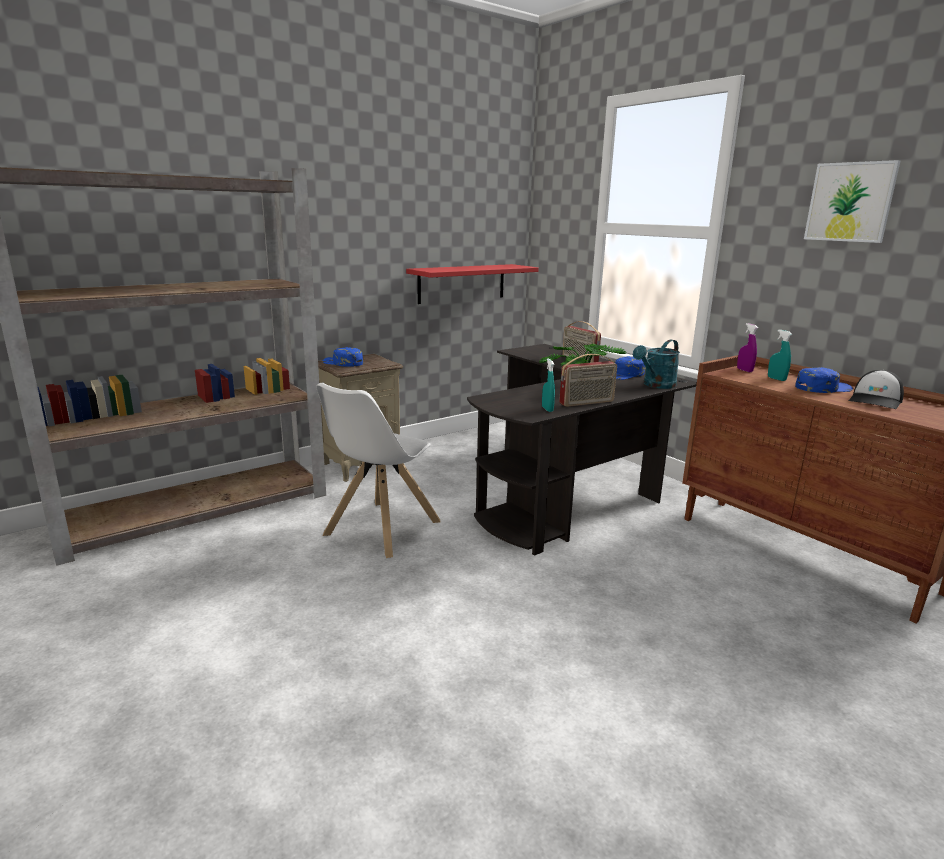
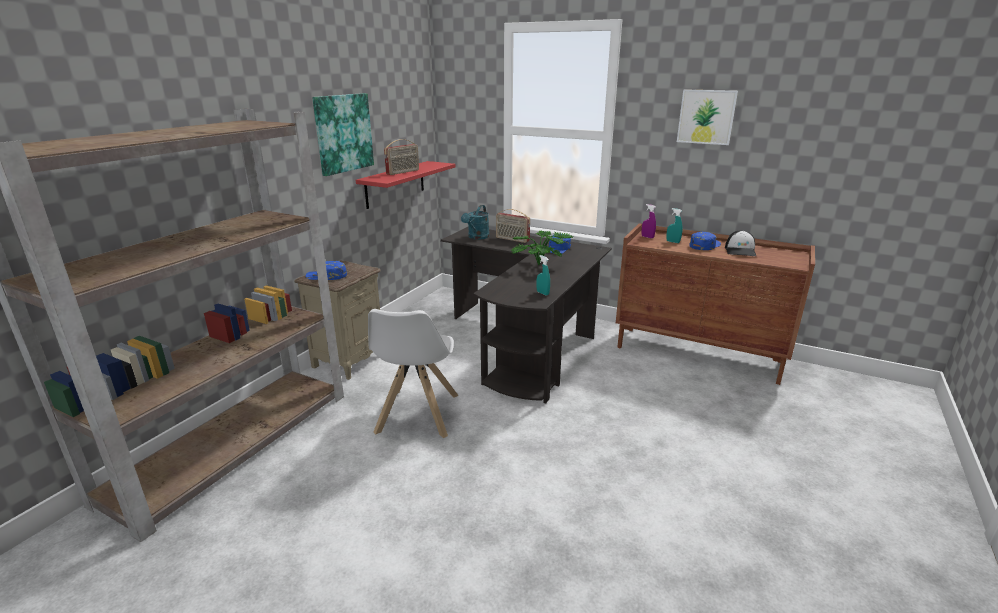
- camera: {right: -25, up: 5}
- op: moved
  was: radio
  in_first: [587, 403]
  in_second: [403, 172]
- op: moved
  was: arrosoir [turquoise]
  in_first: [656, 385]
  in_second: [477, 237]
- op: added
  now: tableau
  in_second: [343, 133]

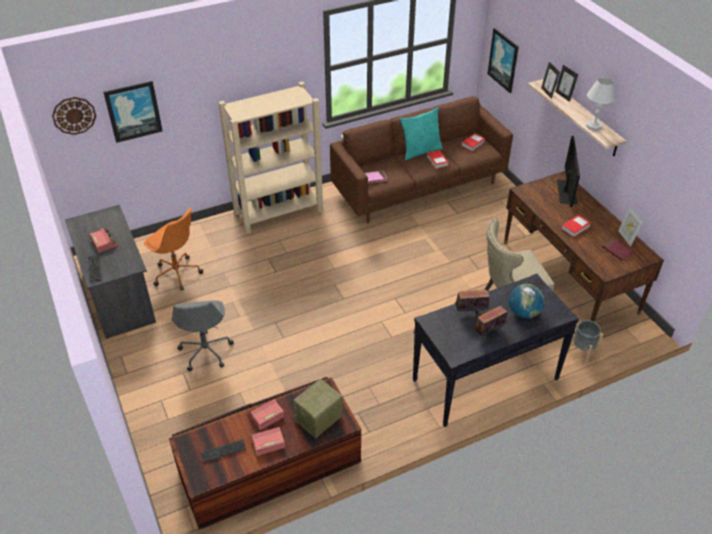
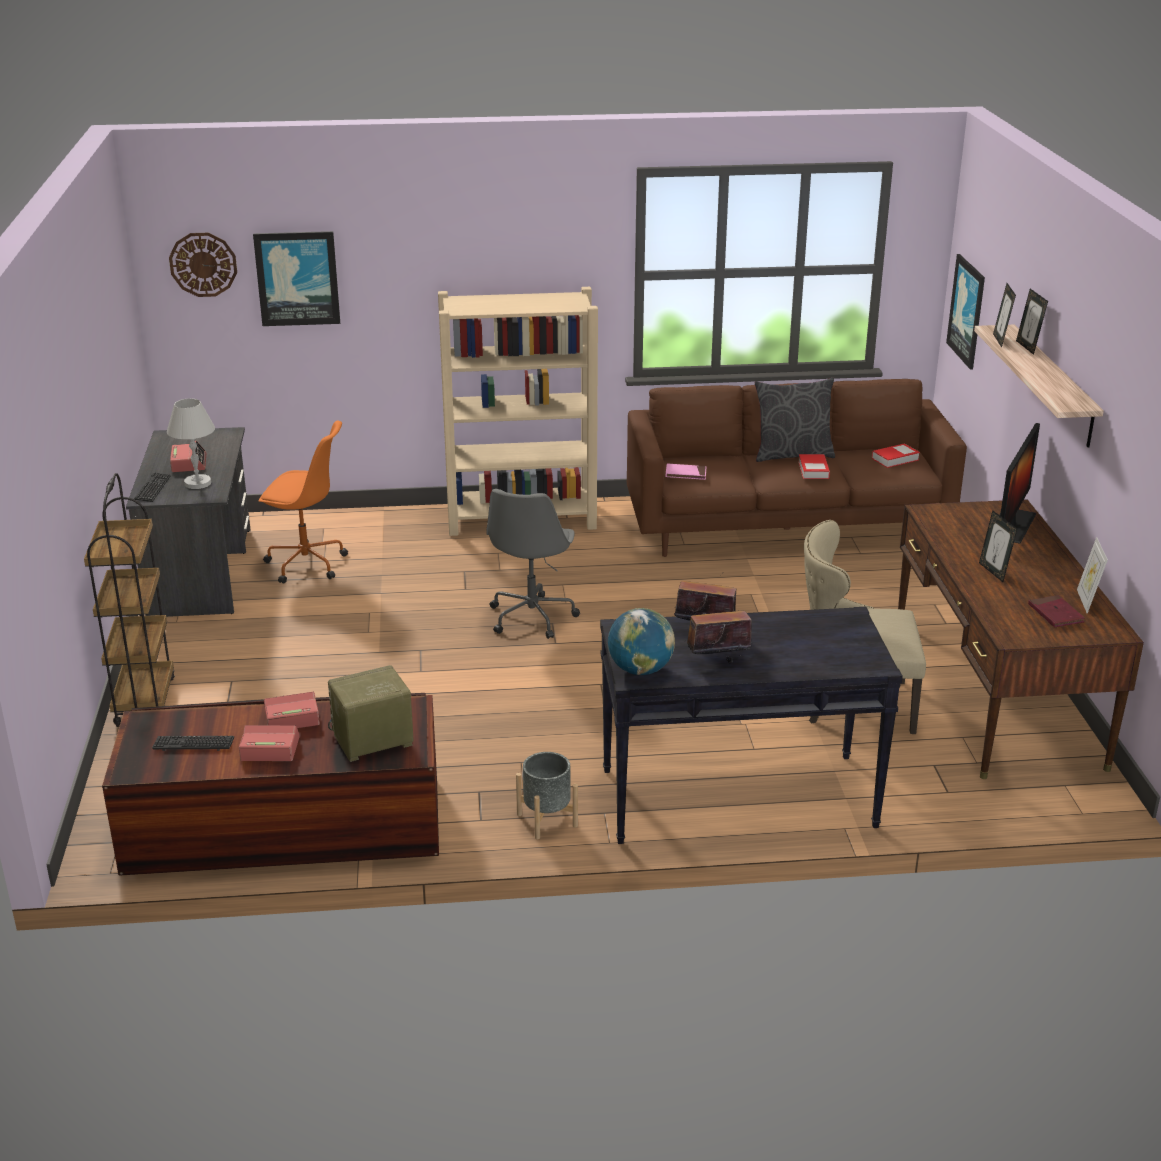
- camera: {right: 20, up: -15}
- op: turned
  was: chaise de bureau [orange]
  in_first: [178, 274]
  in_second: [308, 564]
  clockwise: -45
- op: moved
  was: chaise de bureau [gris]
  in_first: [205, 353]
  in_second: [531, 619]
- op: recoloured
  was: coussin [turquoise]
  now: coussin [gris]
  in_first: [420, 151]
  in_second: [792, 454]
- op: moved
  was: globe
  in_first: [523, 313]
  in_second: [640, 670]
- op: replaced
  was: livre
  now: cadre photo
  in_first: [575, 227]
  in_second: [994, 572]
- op: moved
  was: cache-pot [gris]
  in_first: [582, 350]
  in_second: [547, 820]
- op: moved
  was: lampe de table [blanc]
  in_first: [594, 126]
  in_second: [198, 483]
- op: added
  now: chariot [marron]
  in_second: [144, 703]

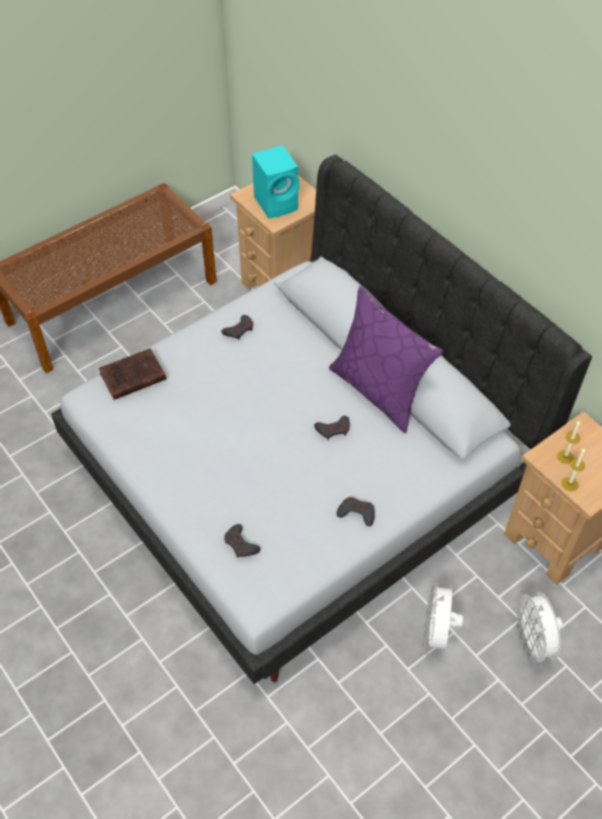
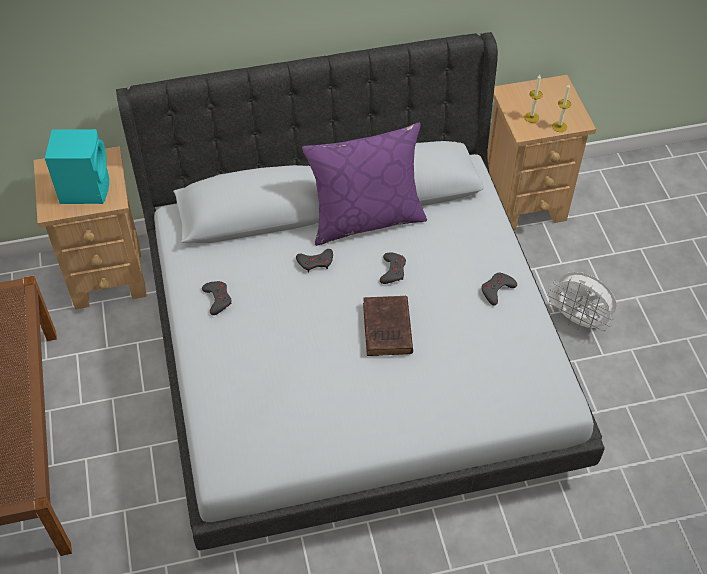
- camera: {right: -65, up: 0}
- op: moved
  was: livre [marron]
  in_first: [131, 377]
  in_second: [387, 330]
- op: moved
  was: manette [gris]
  in_first: [241, 544]
  in_second: [315, 262]
- op: removed
  was: ventilateur [blanc]
  in_first: [532, 643]

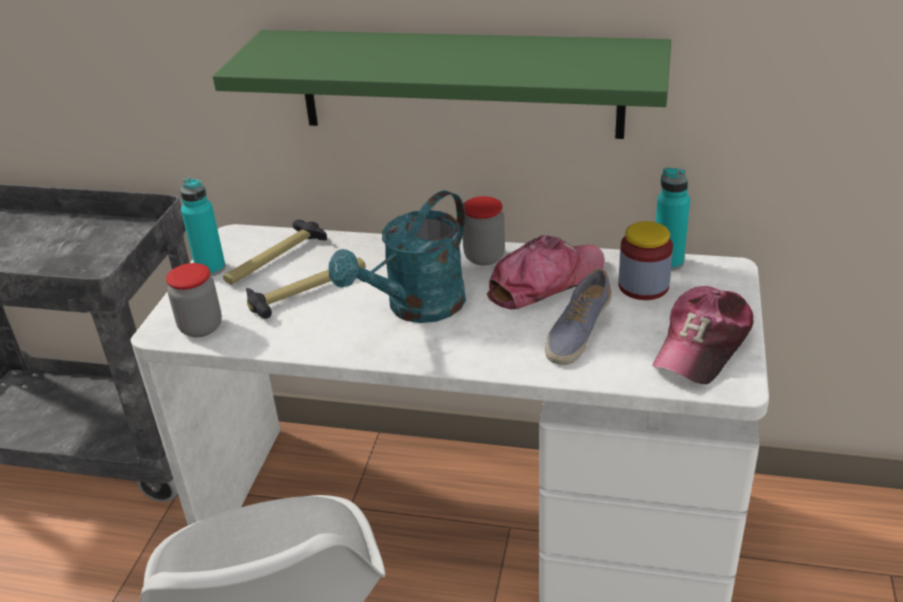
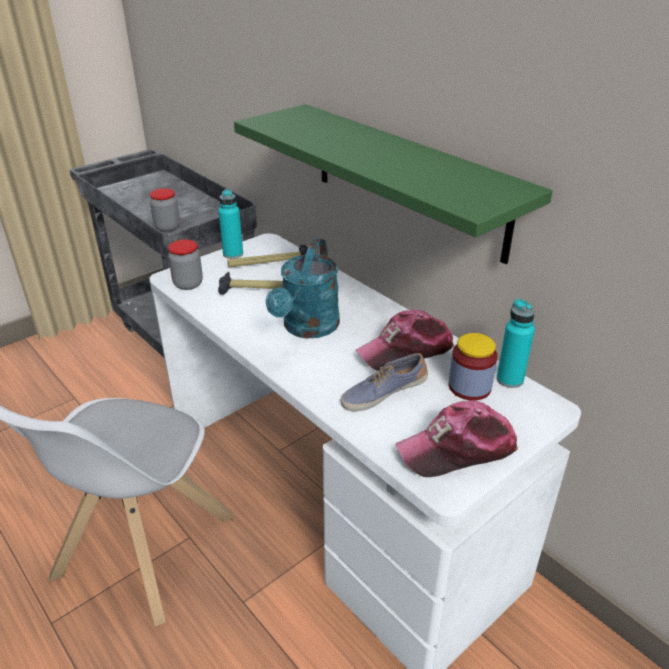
- camera: {right: 35, up: 0}
- op: turned
  was: arrosoir [turquoise]
  in_first: [416, 308]
  in_second: [307, 328]
  clockwise: -60
- op: moved
  was: bocal
  in_first: [484, 257]
  in_second: [167, 227]
- op: turned
  was: casquette
  in_first: [545, 282]
  in_second: [406, 351]
  clockwise: 150

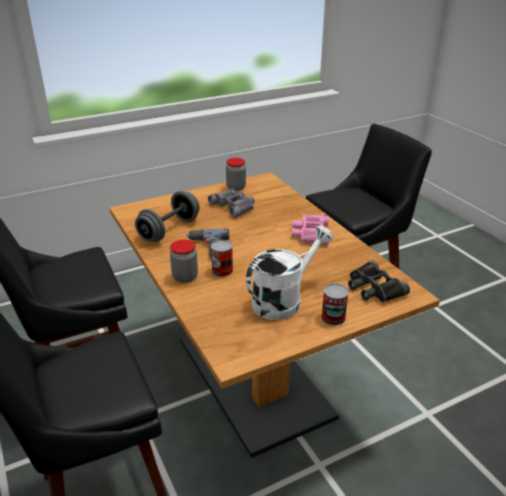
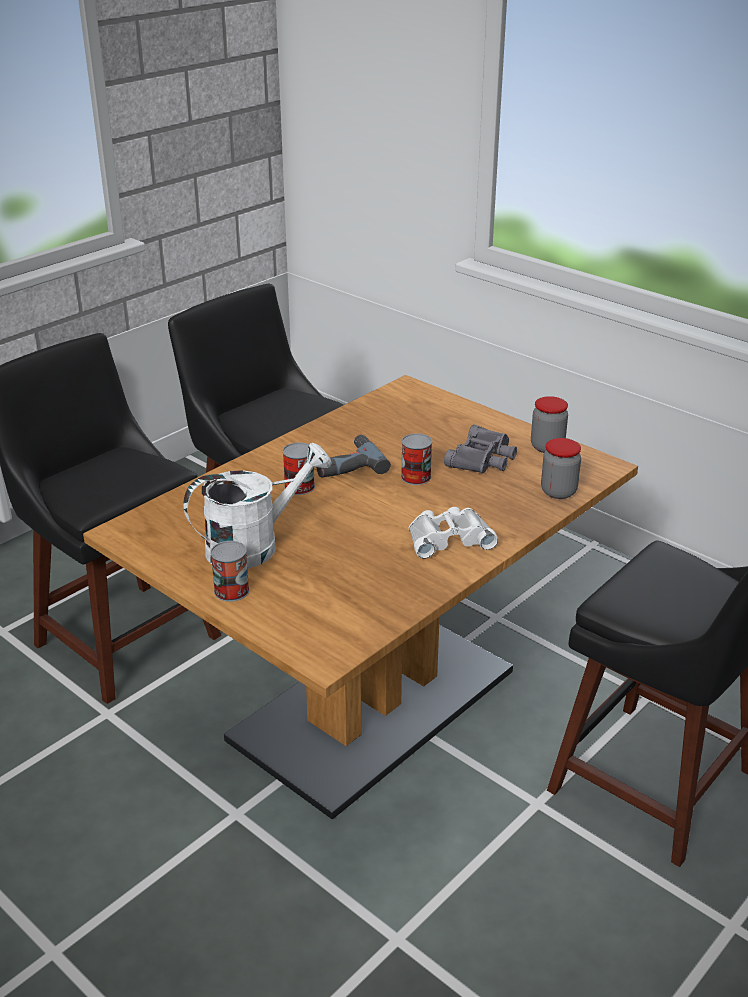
- camera: {right: 70, up: 0}
- op: removed
  was: haltère [gris]
  in_first: [169, 230]
- op: moved
  was: bocal
  in_first: [185, 277]
  in_second: [558, 491]
- op: turned
  was: arrosoir [blanc]
  in_first: [283, 300]
  in_second: [254, 545]
  clockwise: -60
- op: recoloured
  was: jumelles [rose]
  now: jumelles [blanc]
  in_first: [310, 233]
  in_second: [448, 538]
- op: removed
  was: jumelles [noir]
  in_first: [374, 288]
- op: added
  now: boîte métallique
  in_second: [416, 477]

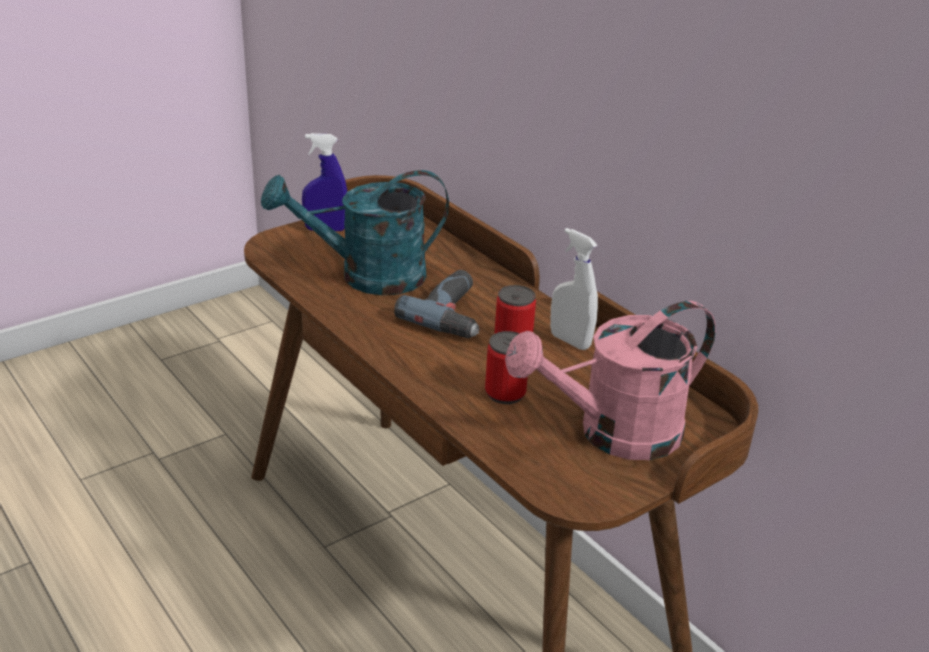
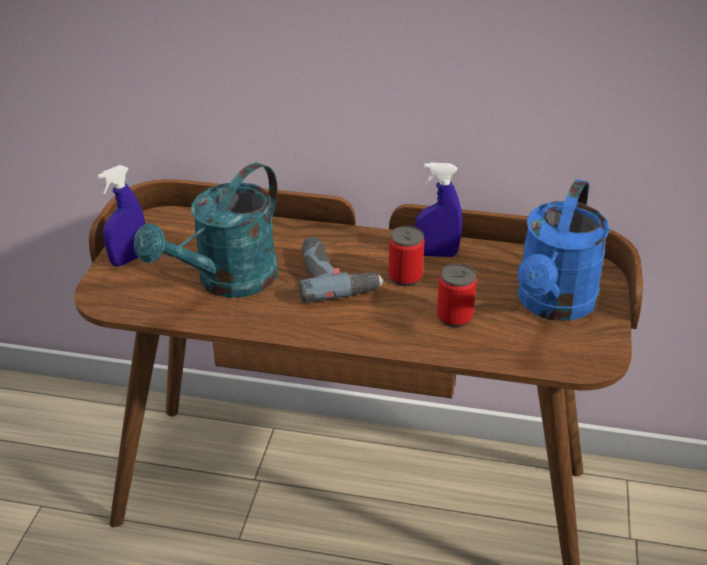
- camera: {right: -40, up: 5}
- op: recoloured
  was: arrosoir [rose]
  now: arrosoir [bleu]
  in_first: [614, 434]
  in_second: [553, 305]
- op: recoloured
  was: vaporisateur [blanc]
  now: vaporisateur [bleu]
  in_first: [570, 341]
  in_second: [436, 254]

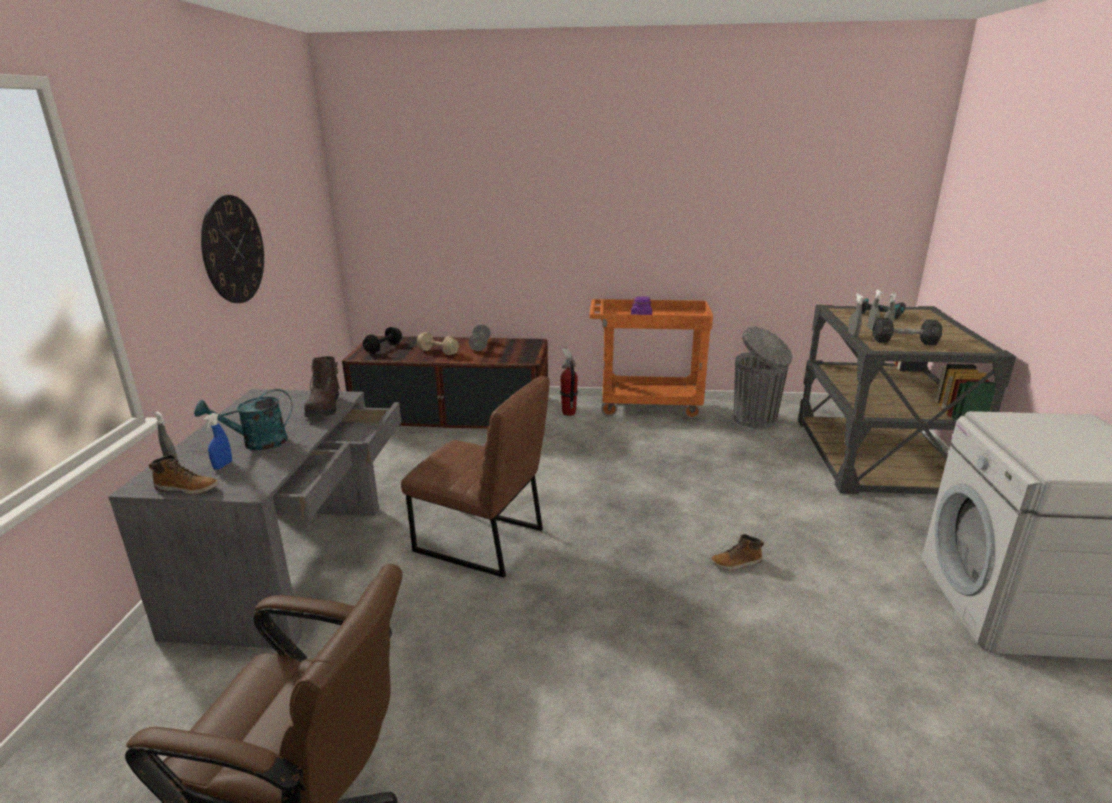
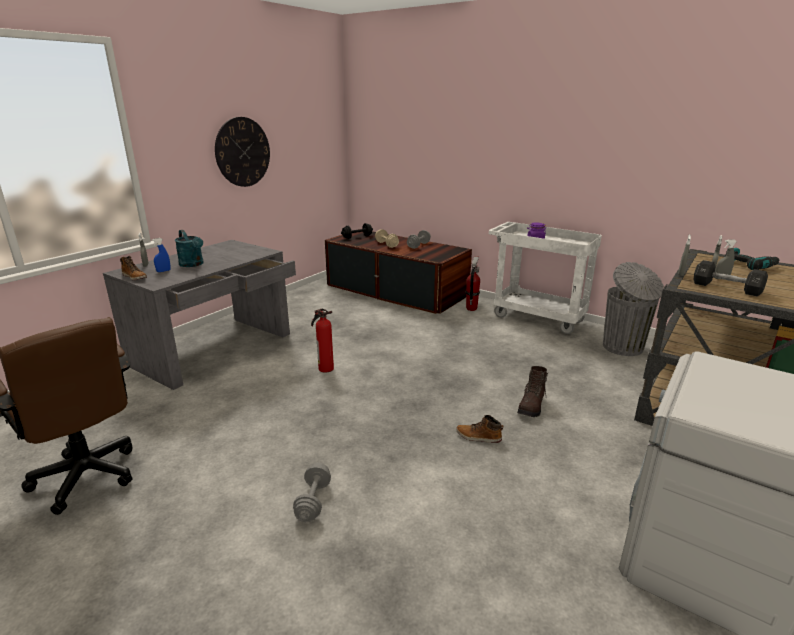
- camera: {right: 30, up: 0}
- op: turned
  was: arrosoir [turquoise]
  in_first: [257, 443]
  in_second: [193, 264]
  clockwise: -135
- op: moved
  was: botte [marron]
  in_first: [325, 407]
  in_second: [531, 406]
- op: replaced
  was: chaise [marron]
  now: extincteur
  in_first: [482, 541]
  in_second: [325, 369]
- op: recoloured
  was: chariot [orange]
  now: chariot [blanc]
  in_first: [645, 408]
  in_second: [534, 318]
- op: added
  now: haltère [gris]
  in_second: [313, 501]

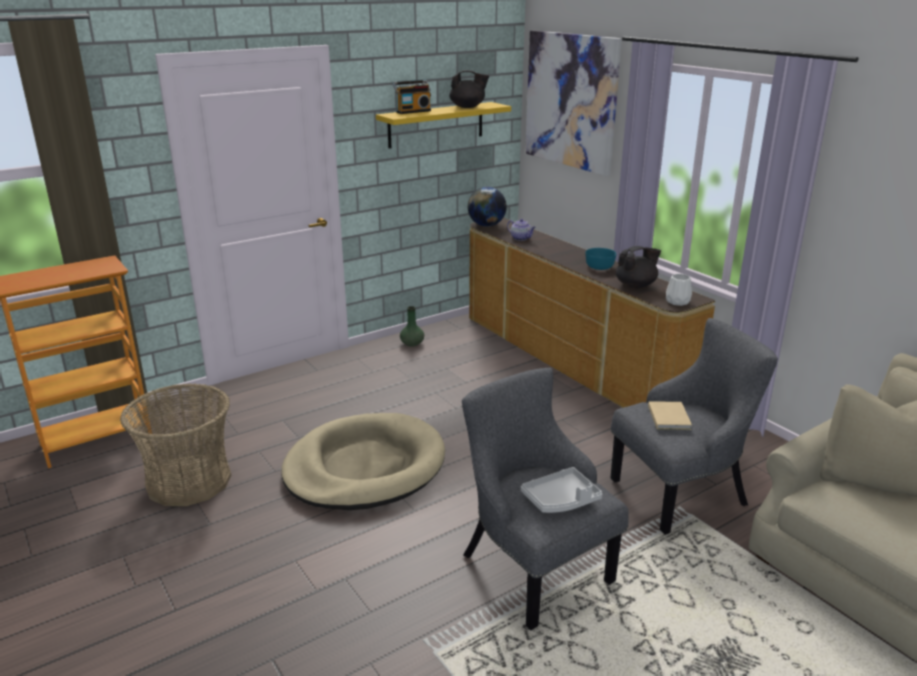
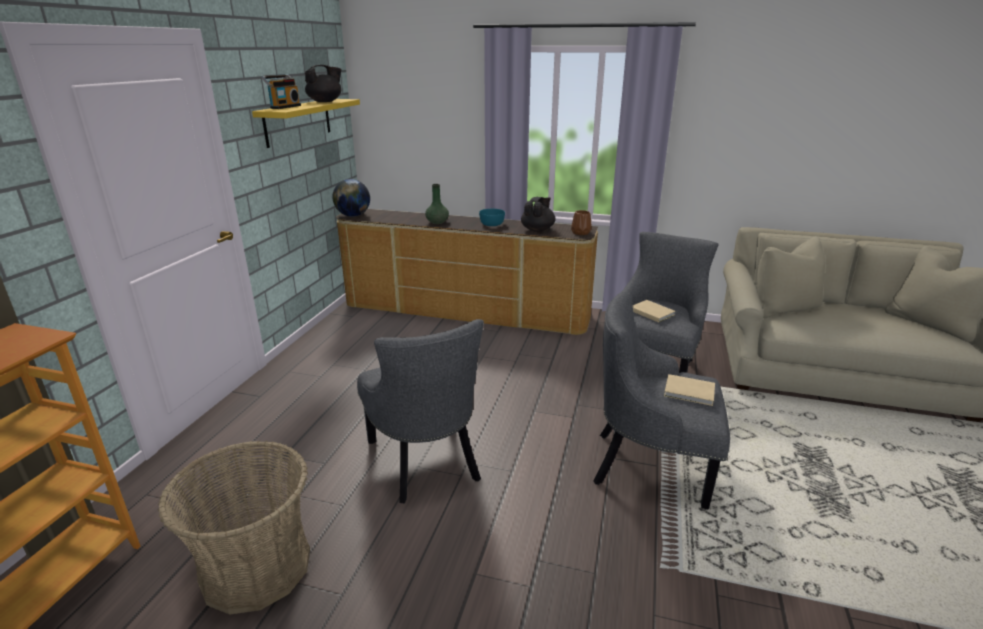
- camera: {right: -40, up: 0}
- op: replaced
  was: panier pour chien [beige]
  now: fauteuil [gris]
  in_first: [364, 467]
  in_second: [424, 458]
- op: moved
  was: vase [vert]
  in_first: [412, 343]
  in_second: [437, 222]
- op: removed
  was: théière
  in_first: [521, 238]
- op: replaced
  was: plateau [gris]
  now: livre [beige]
  in_first: [561, 500]
  in_second: [690, 392]
- op: removed
  was: tableau
  in_first: [571, 101]
- op: recoloured
  was: vase [blanc]
  now: vase [marron]
  in_first: [677, 302]
  in_second: [580, 233]

